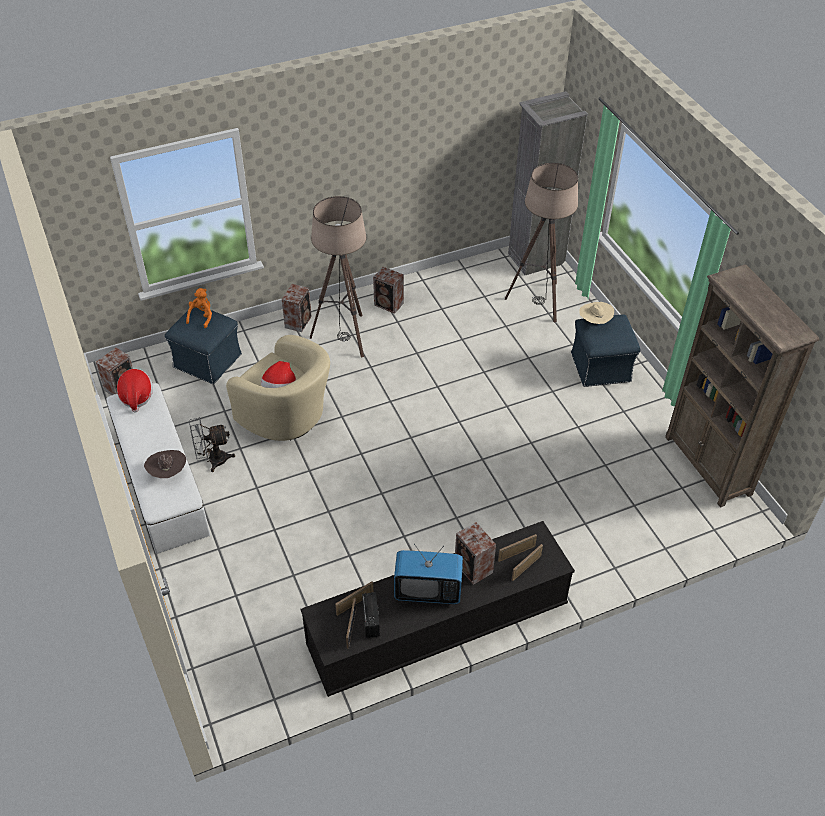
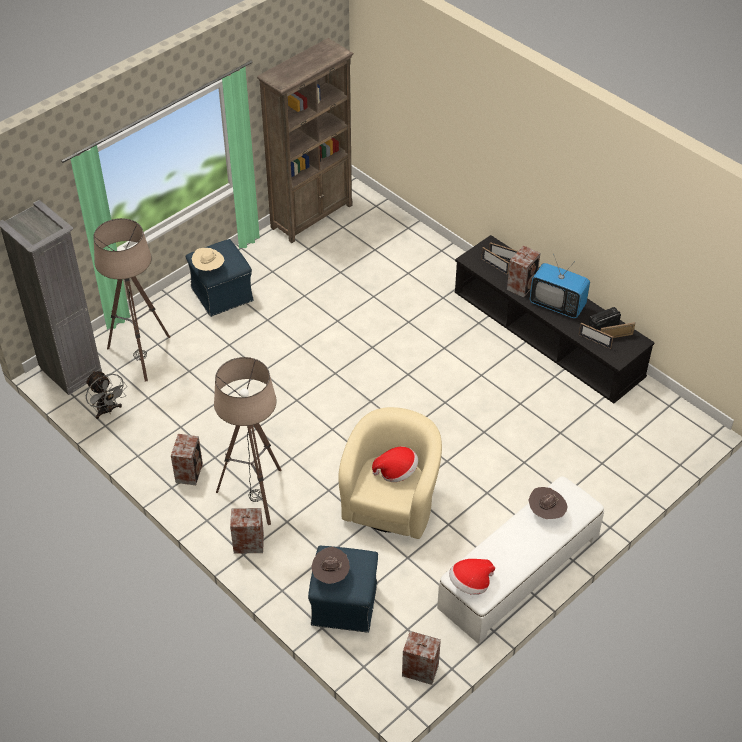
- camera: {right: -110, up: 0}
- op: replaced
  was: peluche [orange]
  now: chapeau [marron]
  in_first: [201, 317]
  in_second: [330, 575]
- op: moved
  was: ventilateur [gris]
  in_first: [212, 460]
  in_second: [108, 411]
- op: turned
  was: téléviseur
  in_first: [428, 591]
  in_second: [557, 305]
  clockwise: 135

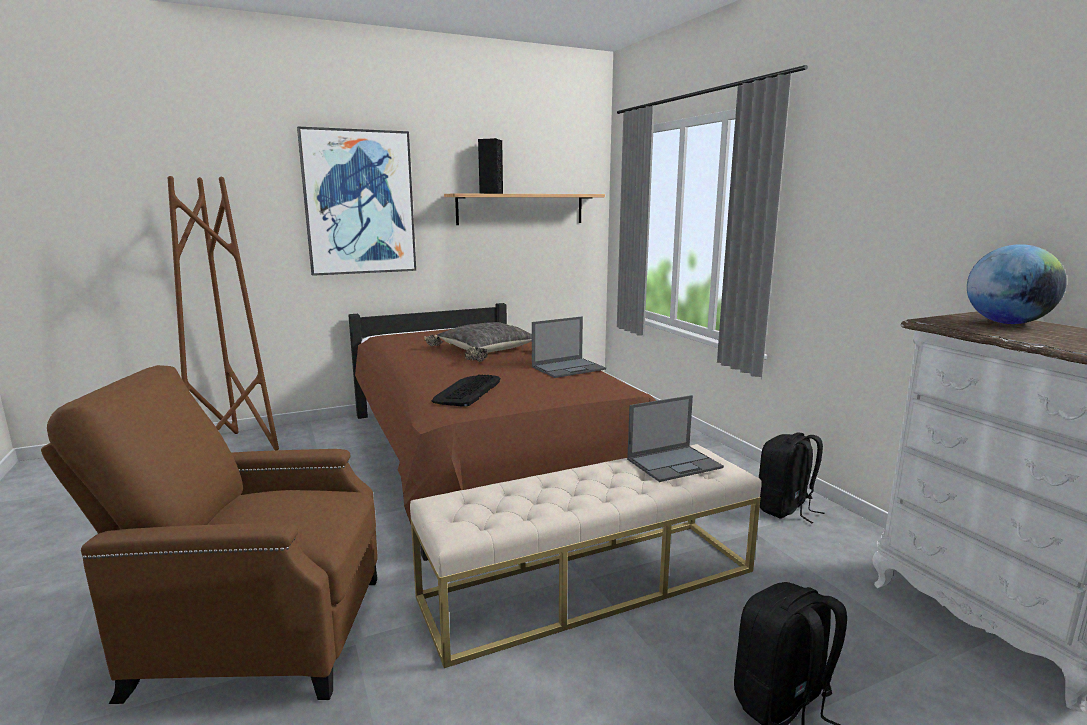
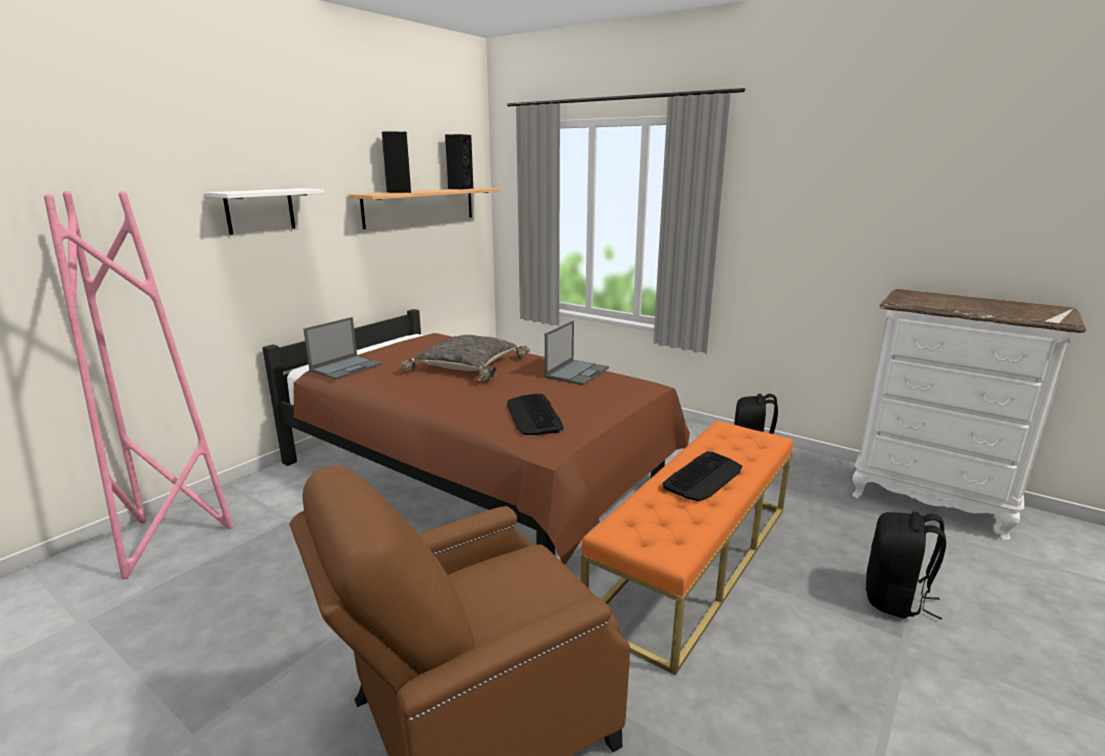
- camera: {right: -30, up: 5}
- op: recoloured
  was: portant [marron]
  now: portant [rose]
  in_first: [235, 448]
  in_second: [168, 541]
- op: replaced
  was: tableau
  now: étagère [blanc]
  in_first: [359, 203]
  in_second: [260, 210]
- op: recoloured
  was: banc [beige]
  now: banc [orange]
  in_first: [590, 583]
  in_second: [695, 560]
- op: moved
  was: ordinateur portable
  in_first: [675, 463]
  in_second: [346, 367]
- op: removed
  was: globe
  in_first: [1007, 323]
- op: added
  now: enceinte [noir]
  in_second: [460, 188]
- op: added
  now: clavier
  in_second: [703, 477]

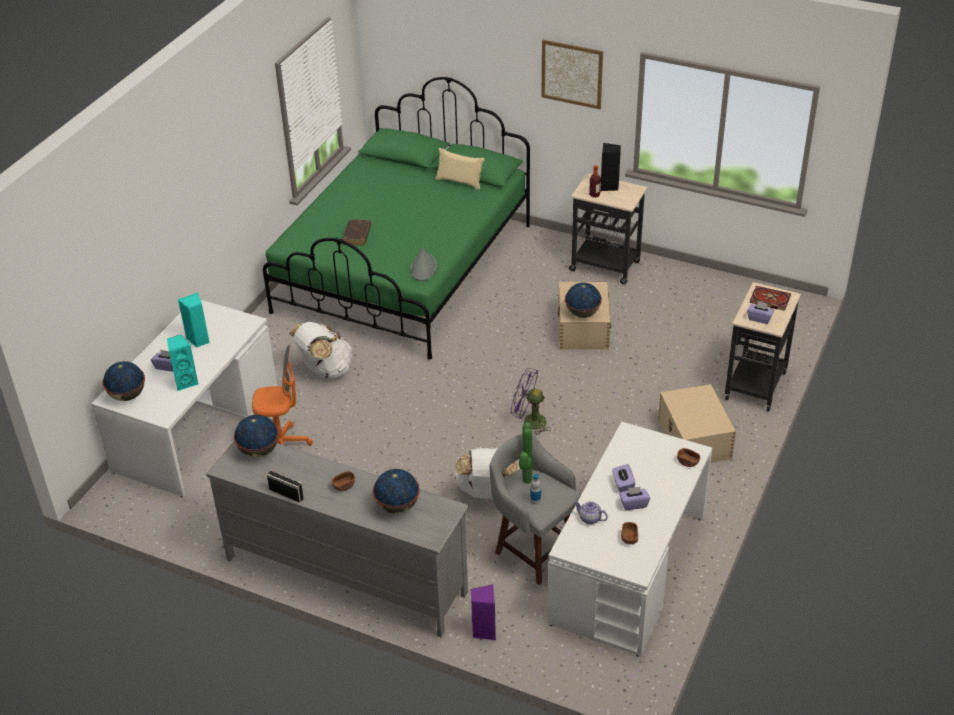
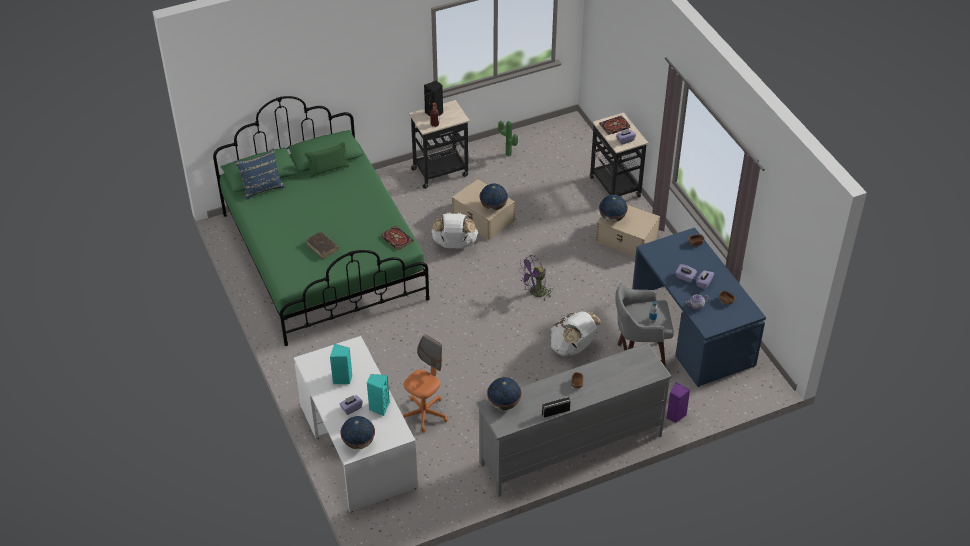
- camera: {right: -50, up: 5}
- op: moved
  was: sac à dos [blanc]
  in_first: [325, 370]
  in_second: [454, 244]
- op: moved
  was: globe
  in_first: [397, 506]
  in_second: [612, 218]
- op: replaced
  was: chapeau [gris]
  now: livre
  in_first: [423, 268]
  in_second: [396, 238]
- op: recoloured
  was: coussin [beige]
  now: coussin [vert]
  in_first: [459, 182]
  in_second: [328, 169]
- op: moved
  was: plante en pot
  in_first: [525, 480]
  in_second: [507, 155]
- op: removed
  was: tableau
  in_first: [572, 73]
- op: recoloured
  was: bureau [blanc]
  now: bureau [bleu]
  in_first: [628, 569]
  in_second: [692, 330]
- op: added
  now: coussin [bleu]
  in_second: [262, 187]

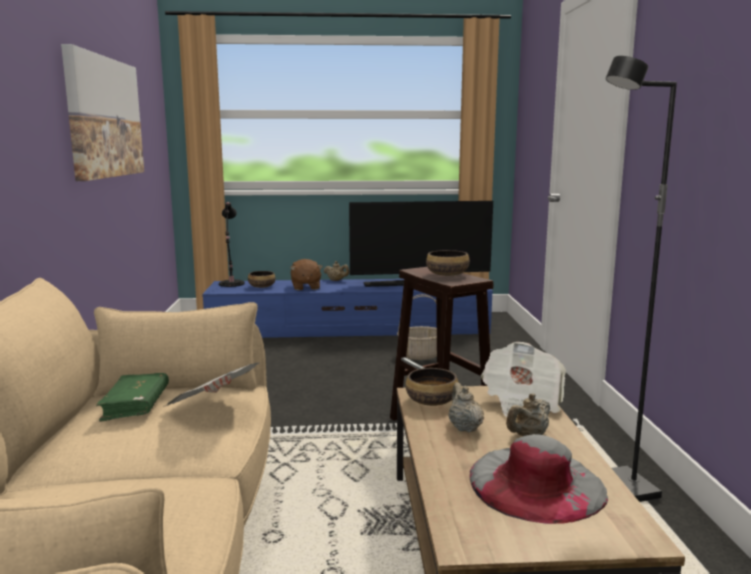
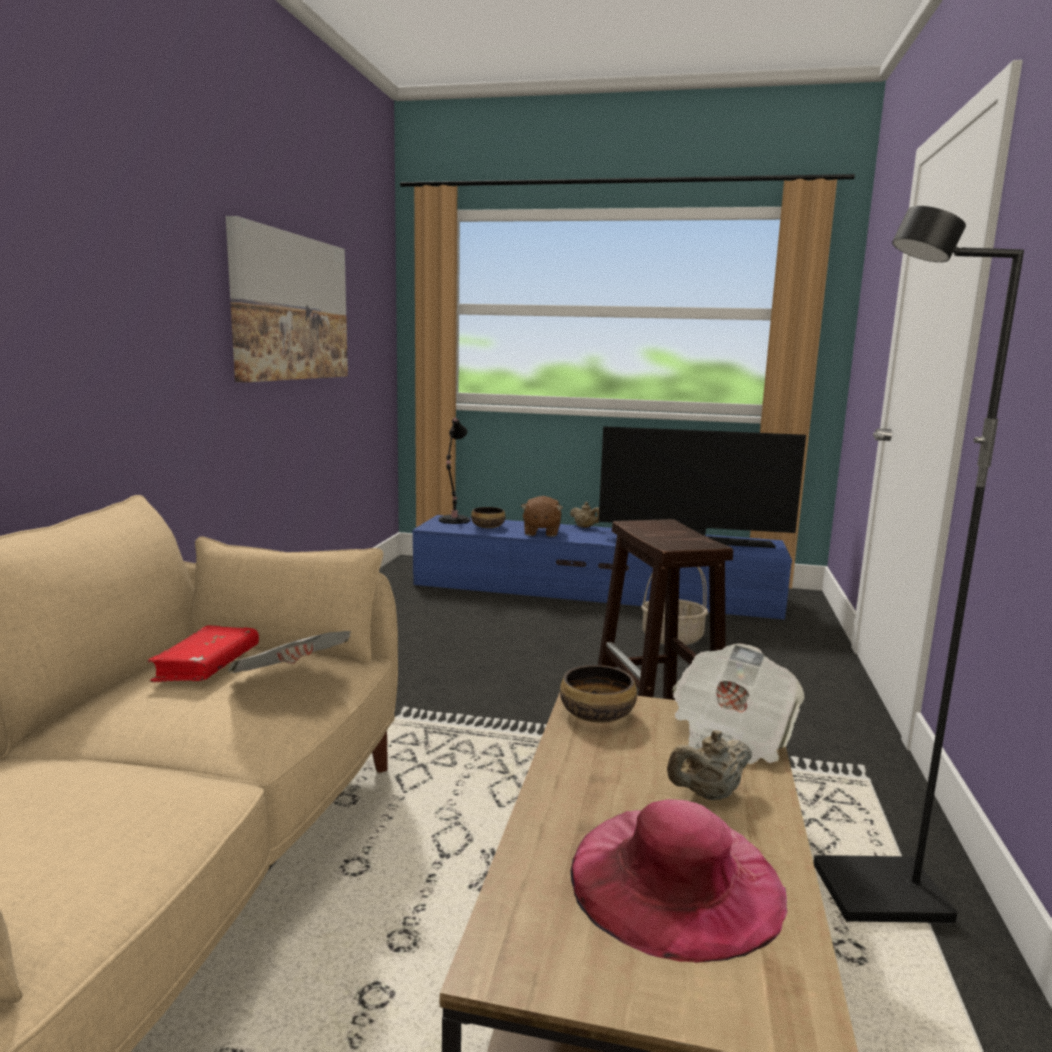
- camera: {right: 15, up: 0}
- op: recoloured
  was: livre [vert]
  now: livre [rouge]
  in_first: [135, 405]
  in_second: [207, 666]
- op: removed
  was: bol
  in_first: [447, 275]
- op: removed
  was: théière [beige]
  in_first: [464, 427]
- op: recoloured
  was: chapeau [gris]
  now: chapeau [rose]
  in_first: [536, 483]
  in_second: [675, 878]

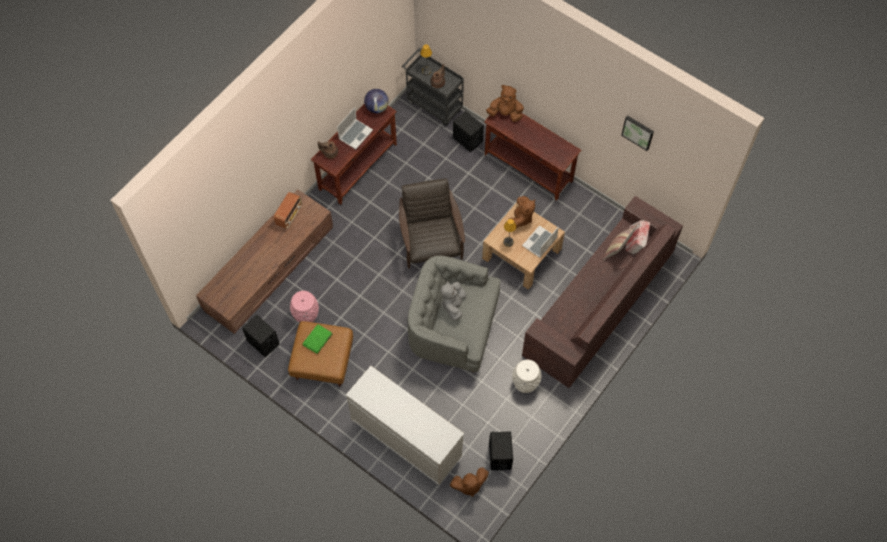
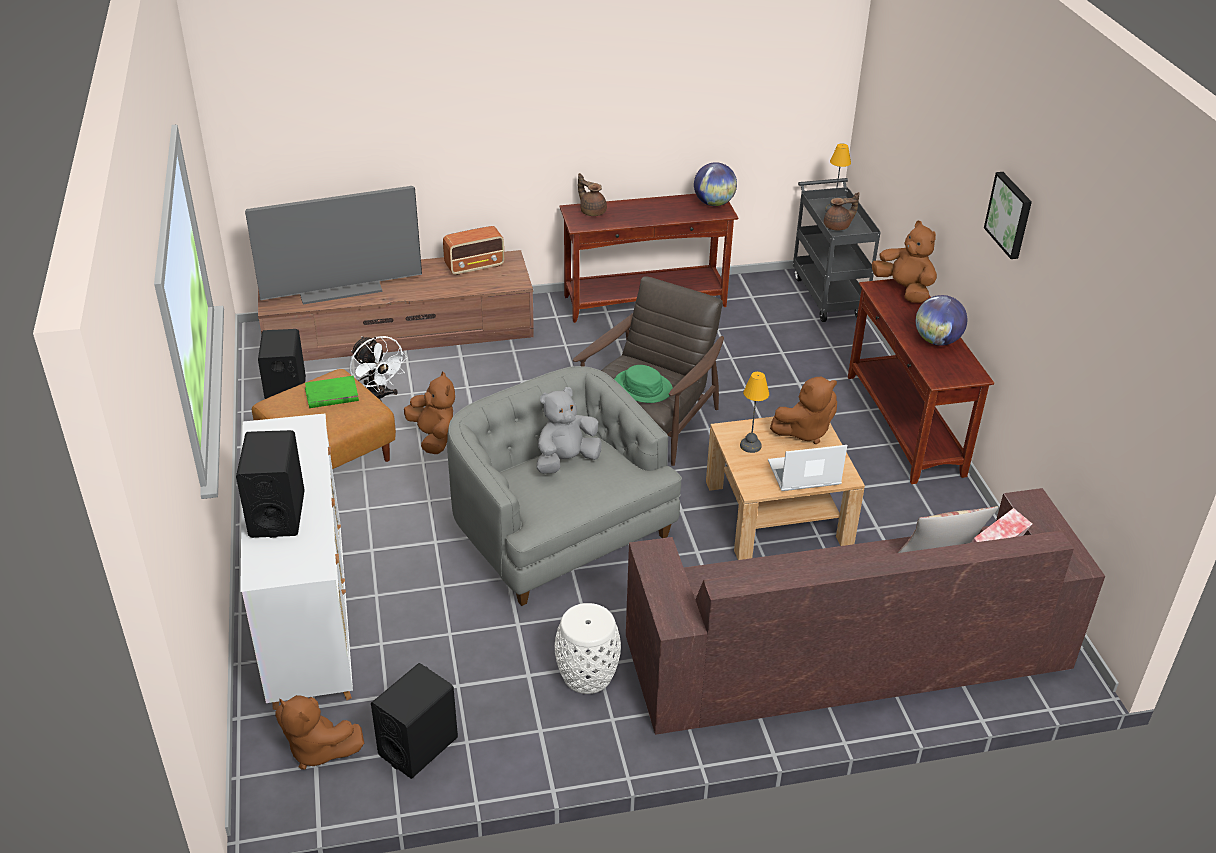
- camera: {right: 40, up: -25}
- op: replaced
  was: tabouret [rose]
  now: ventilateur [blanc]
  in_first: [306, 314]
  in_second: [378, 398]
- op: removed
  was: ordinateur portable
  in_first: [355, 134]
- op: moved
  was: enceinte [noir]
  in_first: [467, 140]
  in_second: [277, 514]
- op: moved
  was: tableau
  in_first: [638, 132]
  in_second: [1010, 214]
- op: added
  now: téléviseur
  in_second: [340, 287]
- op: added
  now: peluche [marron]
  in_second: [434, 437]
- op: added
  now: chapeau [vert]
  in_second: [643, 387]
- op: added
  now: globe
  in_second: [937, 341]

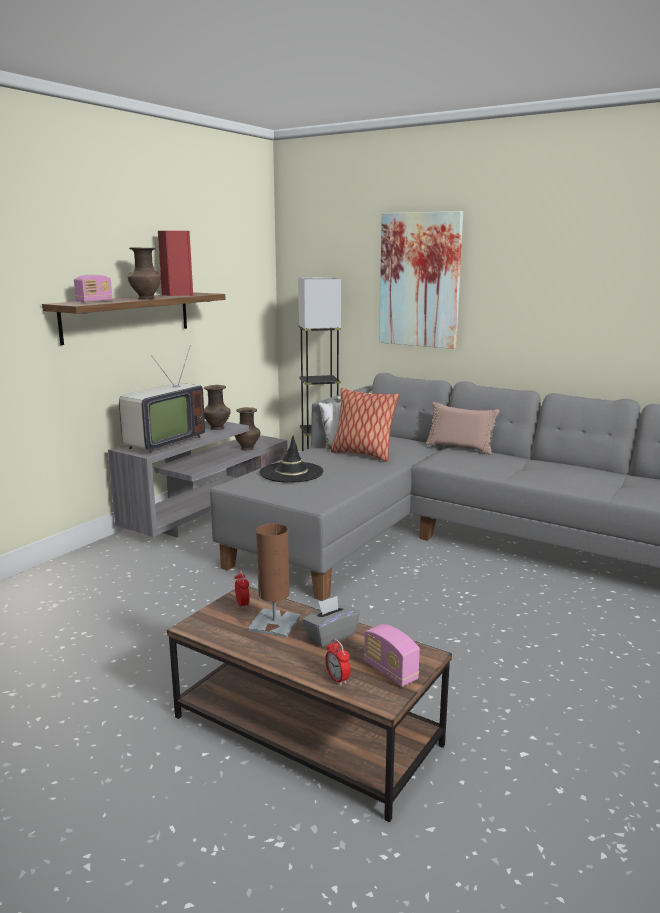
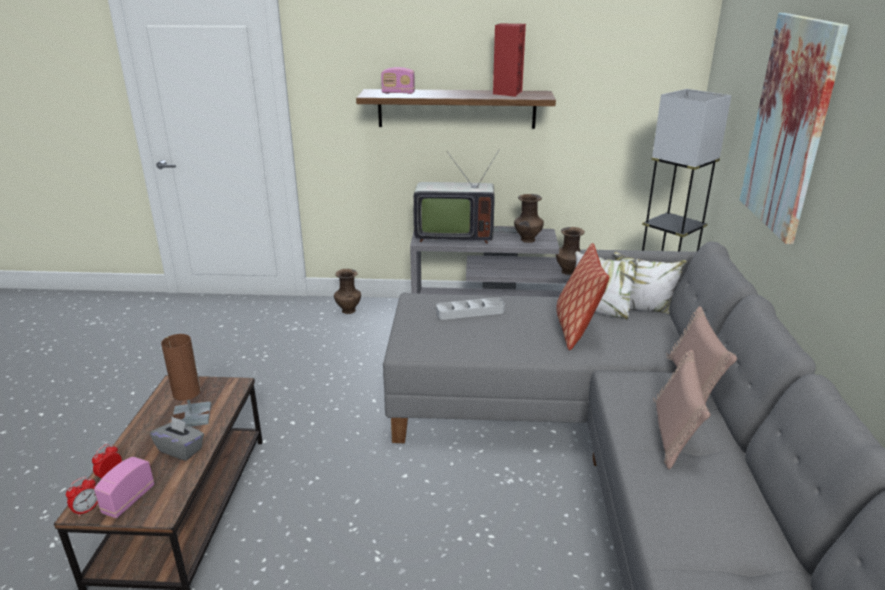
- camera: {right: 60, up: 10}
- op: moved
  was: vase [marron]
  in_first: [145, 298]
  in_second: [348, 310]
- op: moved
  was: réveil
  in_first: [242, 604]
  in_second: [87, 509]
- op: replaced
  was: chapeau [noir]
  now: plateau [gris]
  in_first: [291, 472]
  in_second: [470, 312]
- op: added
  now: coussin [beige]
  in_second: [674, 435]

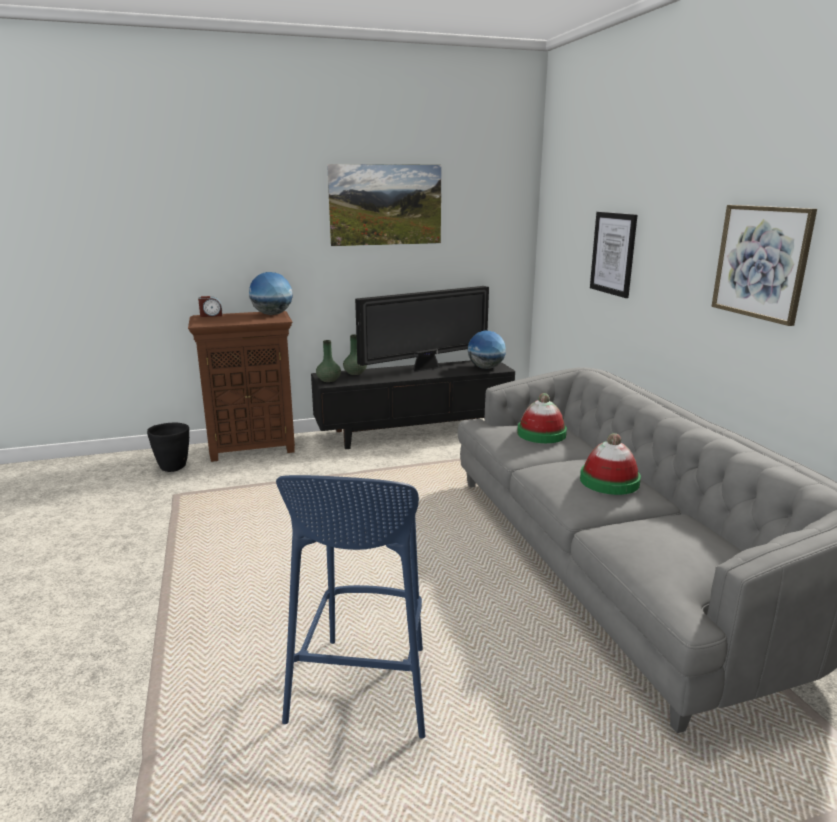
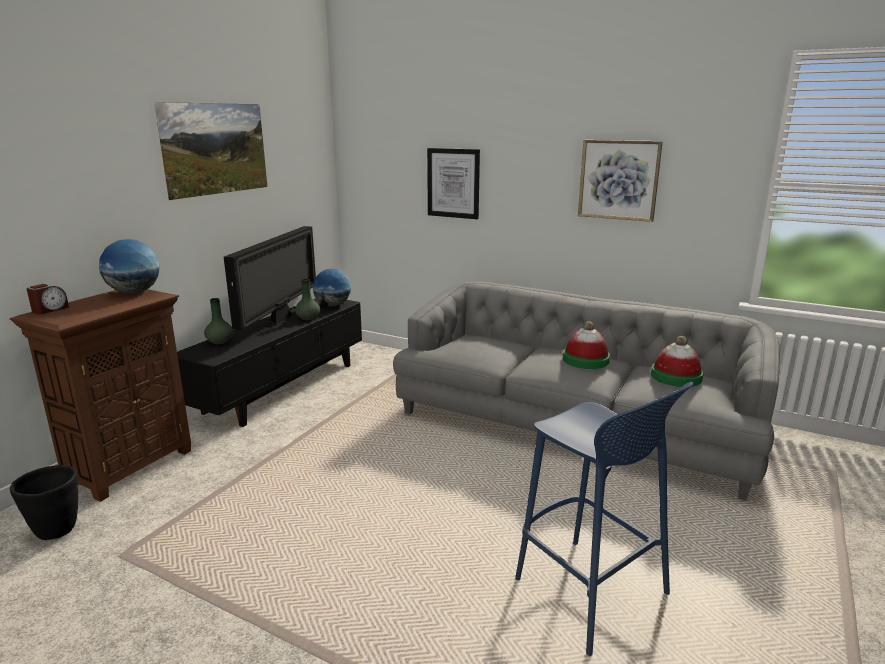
- camera: {right: -45, up: 0}
- op: moved
  was: vase [vert]
  in_first: [329, 380]
  in_second: [308, 318]
- op: moved
  was: chapeau
  in_first: [541, 434]
  in_second: [676, 376]

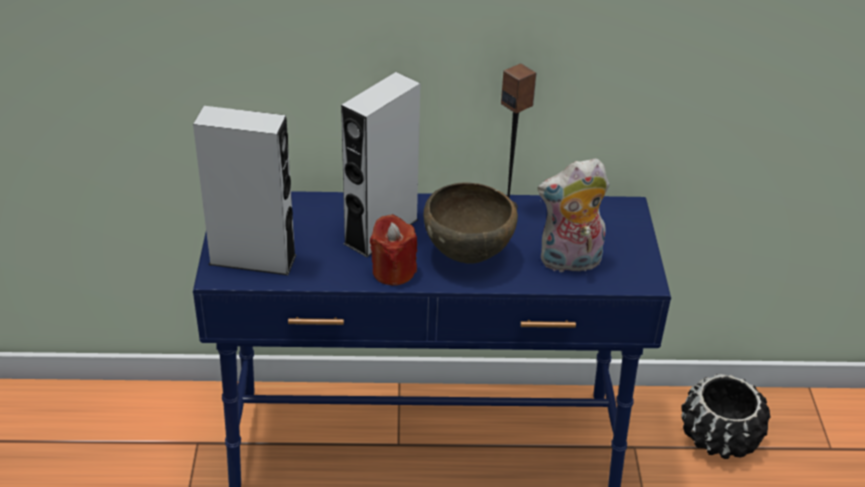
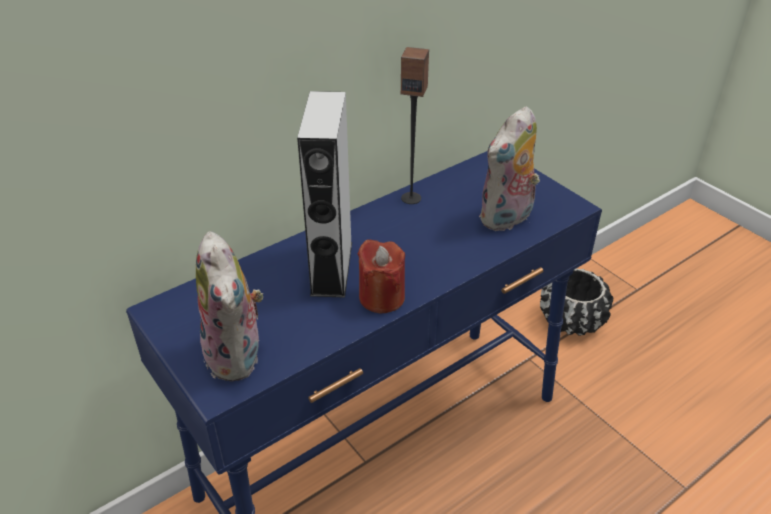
- camera: {right: -35, up: 0}
- op: replaced
  was: enceinte [gris]
  now: peluche
  in_first: [253, 259]
  in_second: [238, 356]
- op: removed
  was: bol [marron]
  in_first: [468, 255]

